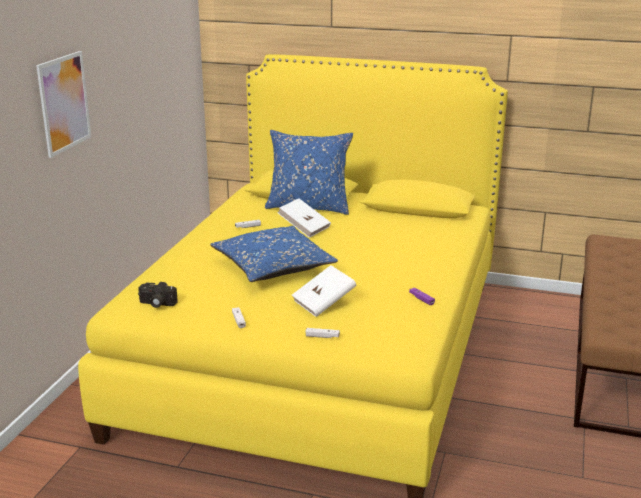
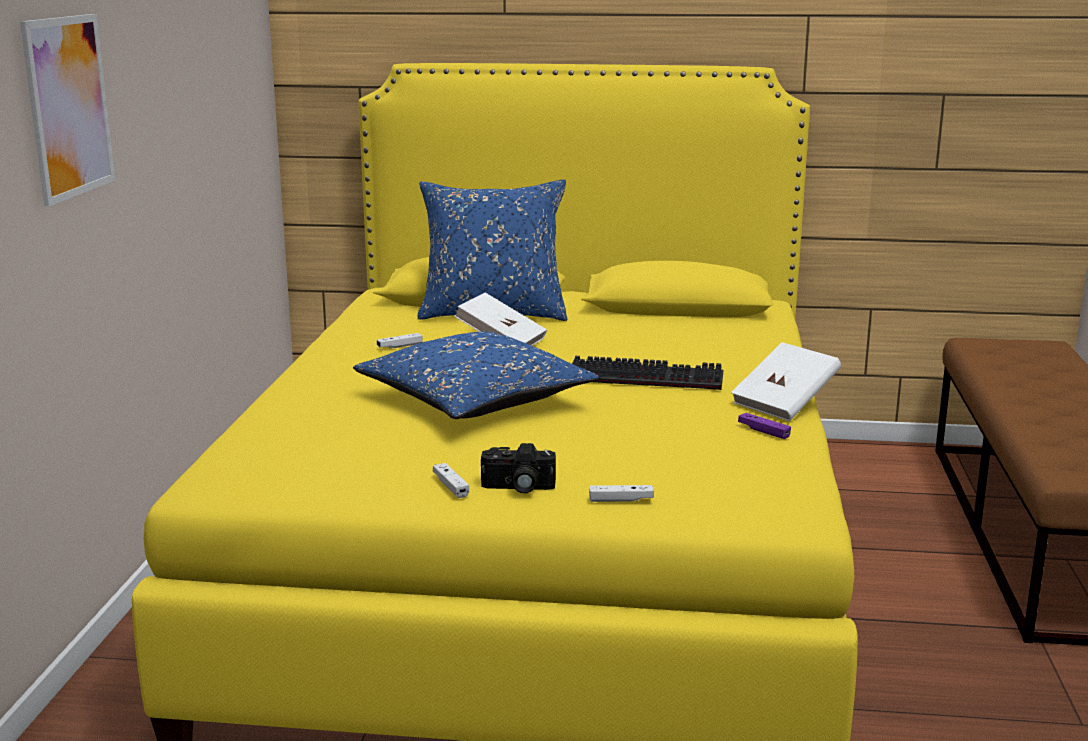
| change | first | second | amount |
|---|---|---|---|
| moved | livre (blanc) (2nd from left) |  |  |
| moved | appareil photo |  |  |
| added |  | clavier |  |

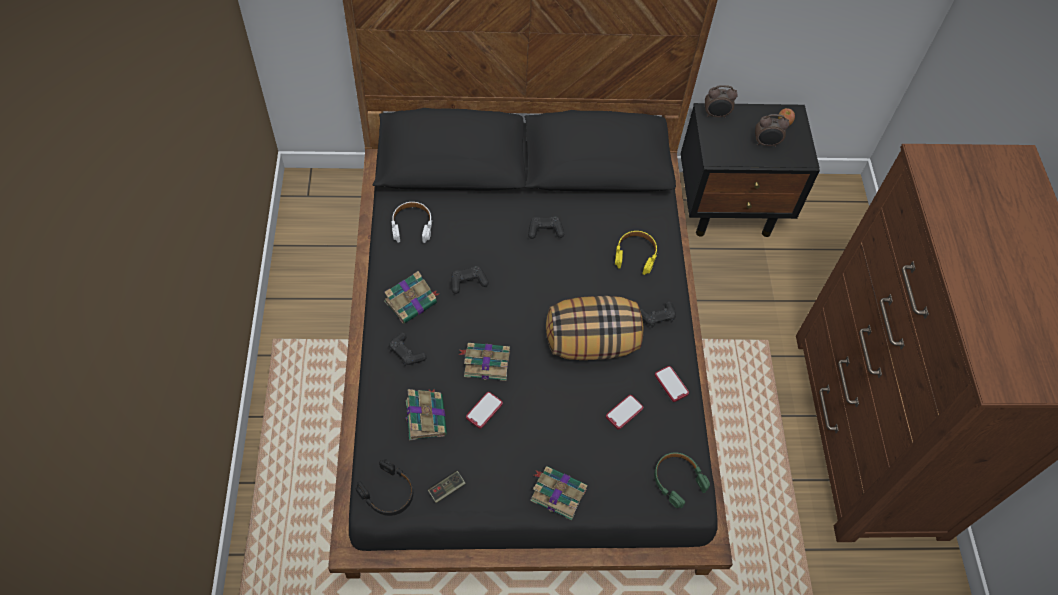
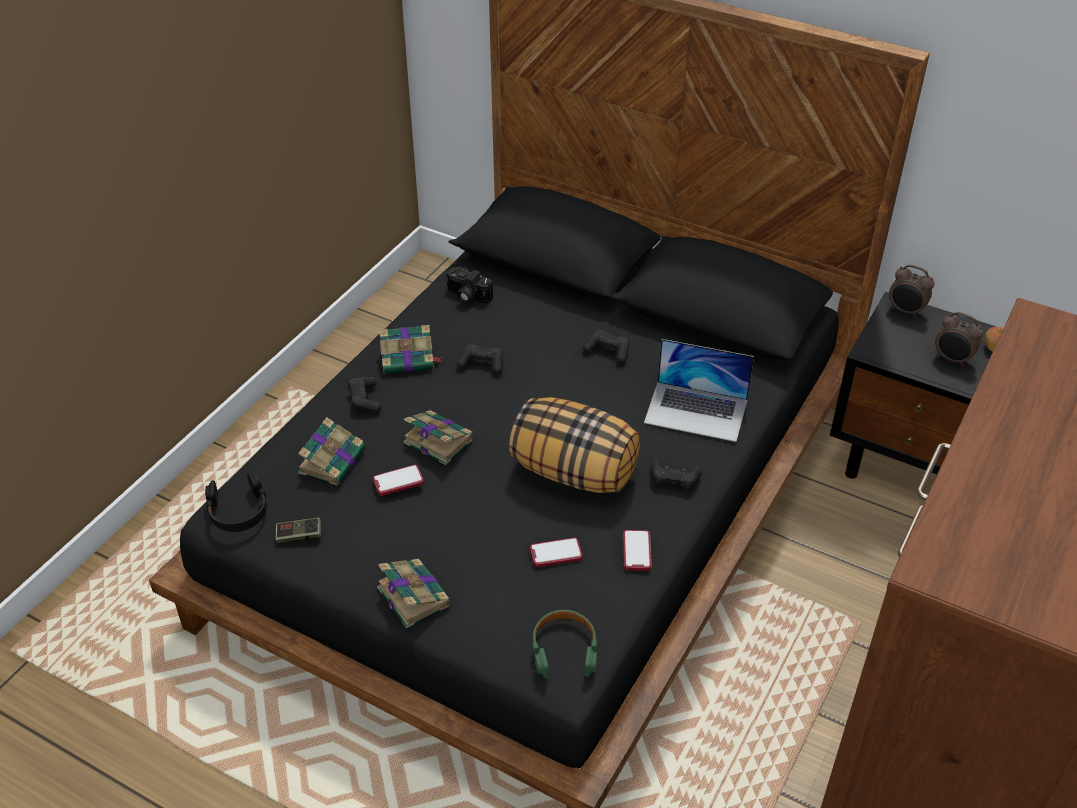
| change | first | second | amount |
|---|---|---|---|
| replaced | casque audio (blanc) | appareil photo |  |
| replaced | casque audio (jaune) | ordinateur portable |  |

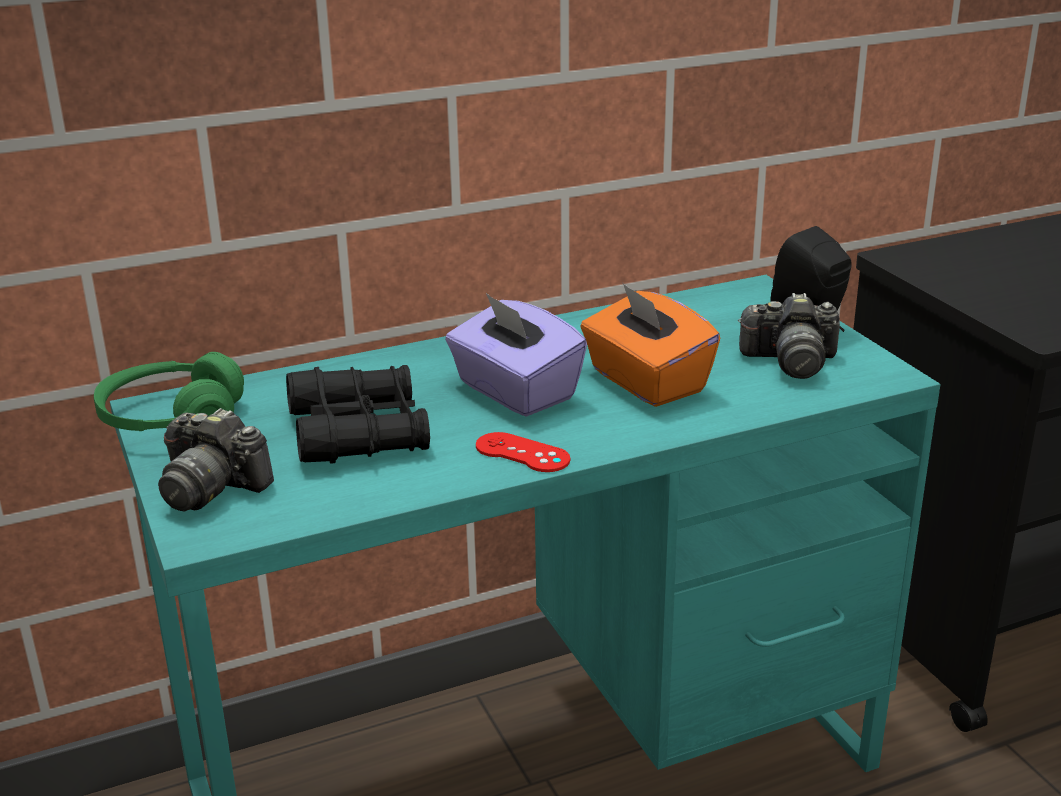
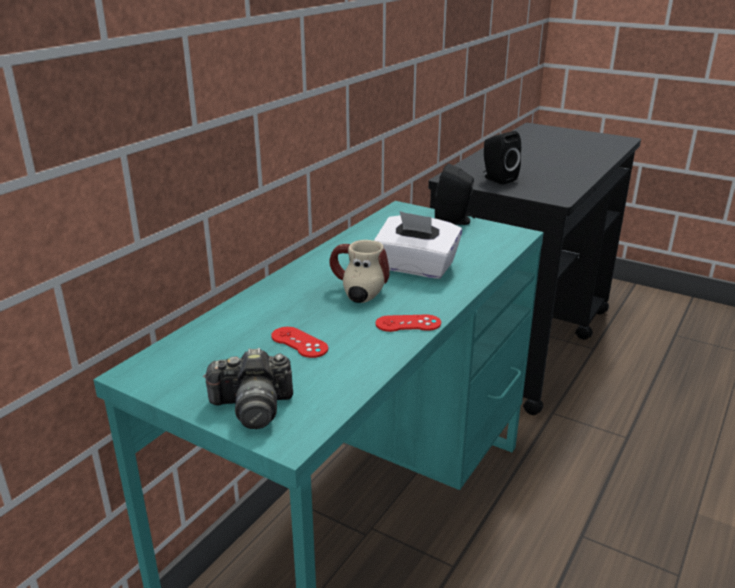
| change | first | second | amount |
|---|---|---|---|
| recoloured | boîte à mouchoirs (orange) | boîte à mouchoirs (blanc) |  |
| replaced | boîte à mouchoirs (violet) | mug |  |
| removed | appareil photo (2nd from left) |  |  |
| removed | casque audio (vert) |  |  |
| replaced | jumelles (noir) | manette (rouge) (1st from left) |  |
| added |  | enceinte (noir) (2nd from left) |  |

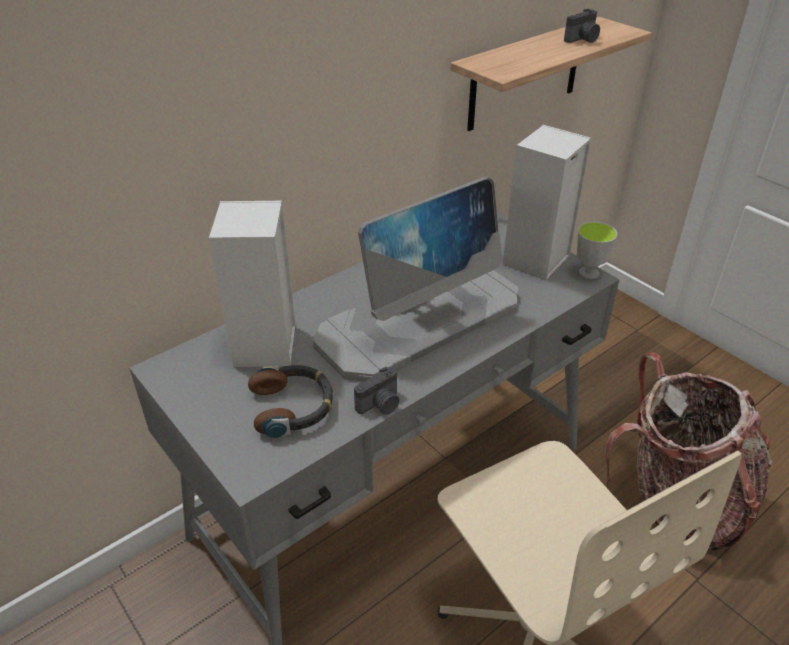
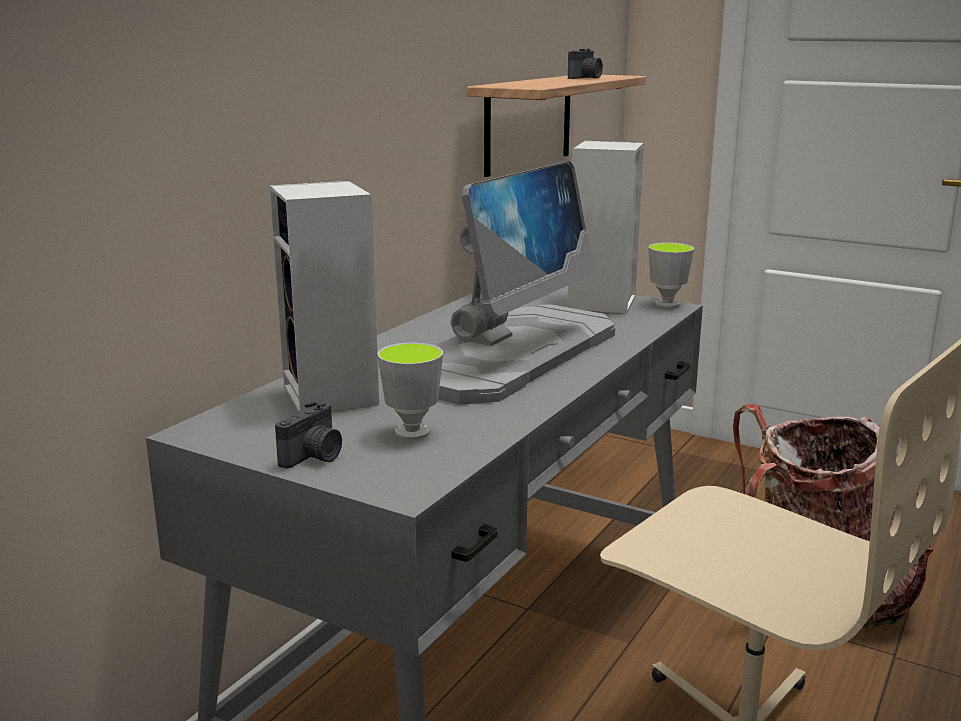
| change | first | second | amount |
|---|---|---|---|
| replaced | casque audio | tasse (1st from left) |  |
| moved | appareil photo (1st from left) |  |  |

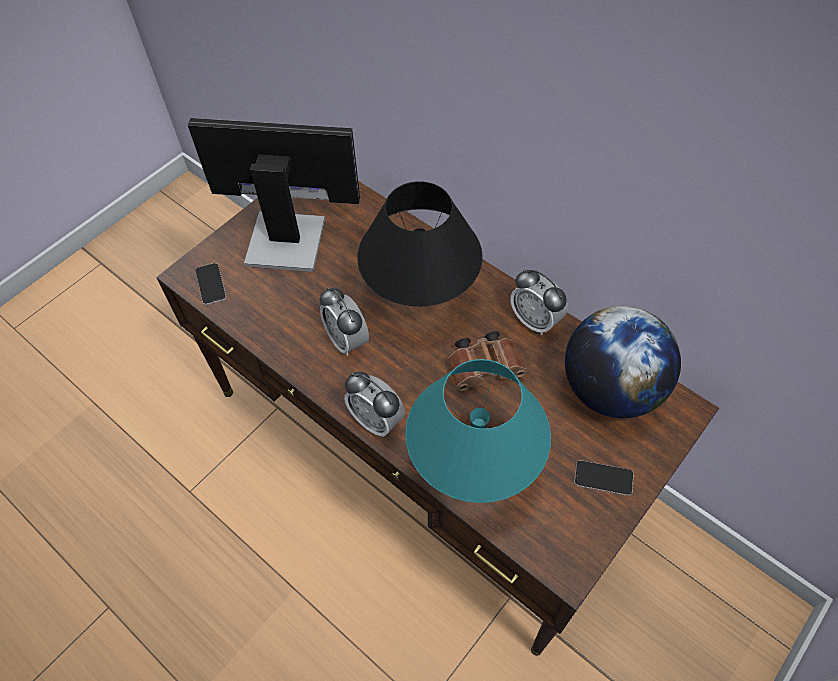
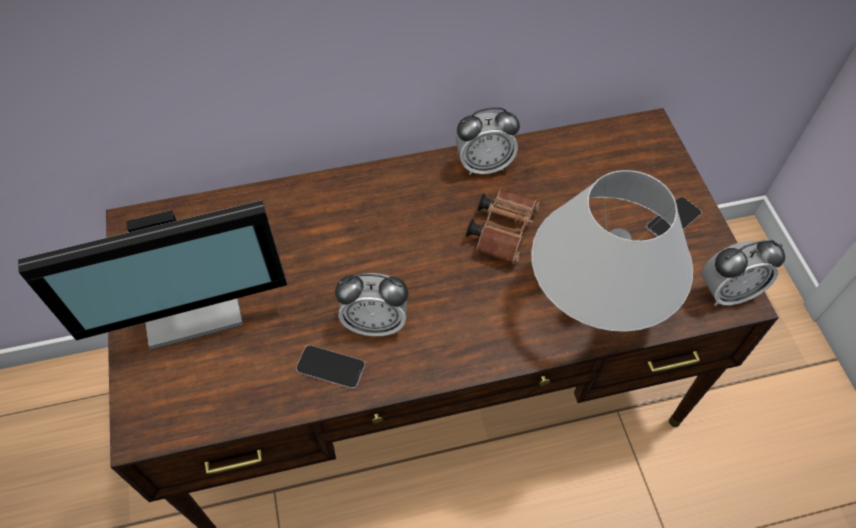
| change | first | second | amount |
|---|---|---|---|
| turned | écran d'ordinateur |  | 150 degrees counterclockwise |
| removed | lampe de table (noir) |  |  |
| moved | téléphone (1st from left) |  |  |
| removed | globe |  |  |
| recoloured | lampe de table (turquoise) | lampe de table (blanc) |  |
| moved | réveil (2nd from left in the first image) | réveil (3rd from left) |  |

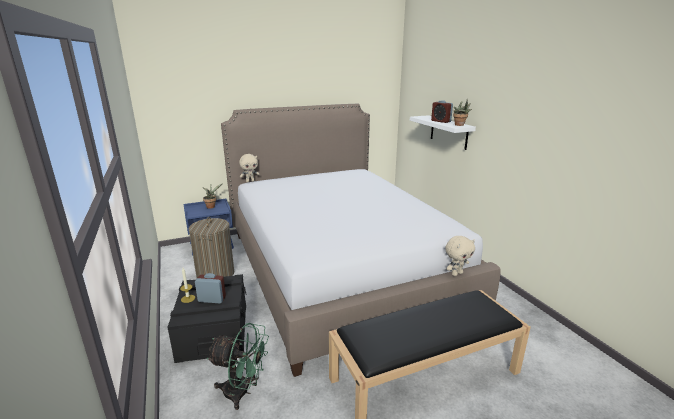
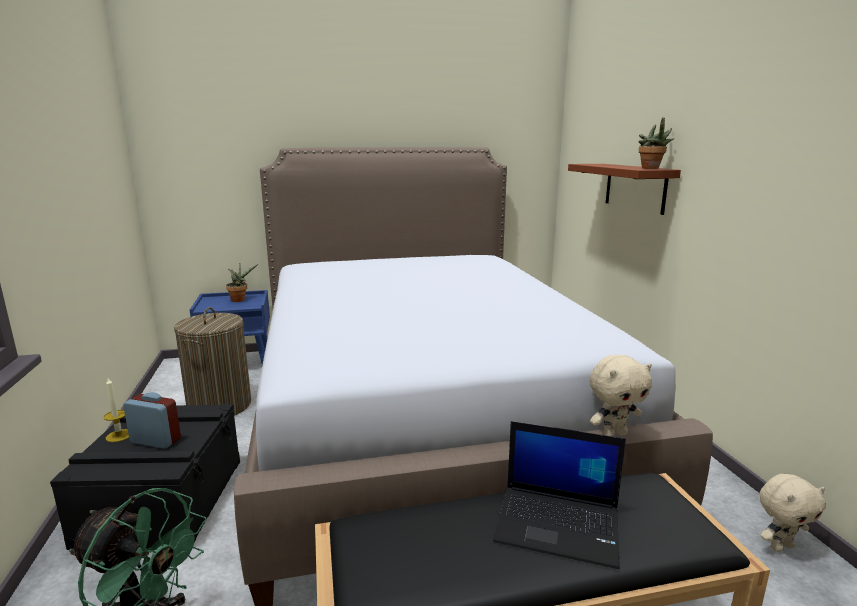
| change | first | second | amount |
|---|---|---|---|
| removed | réveil (2nd from left) |  |  |
| recoloured | étagère (blanc) | étagère (marron) |  |
| moved | peluche (beige) (1st from left in the first image) | peluche (beige) (2nd from left) |  |
| added |  | ordinateur portable |  |

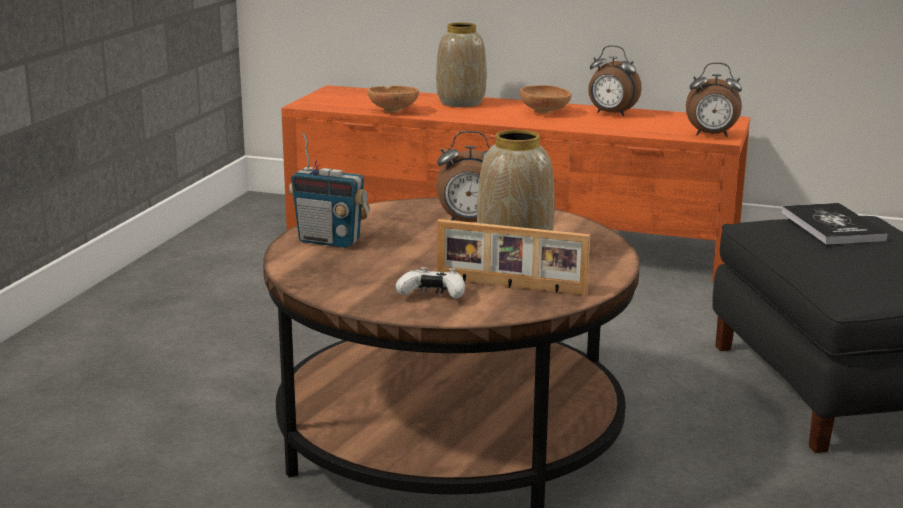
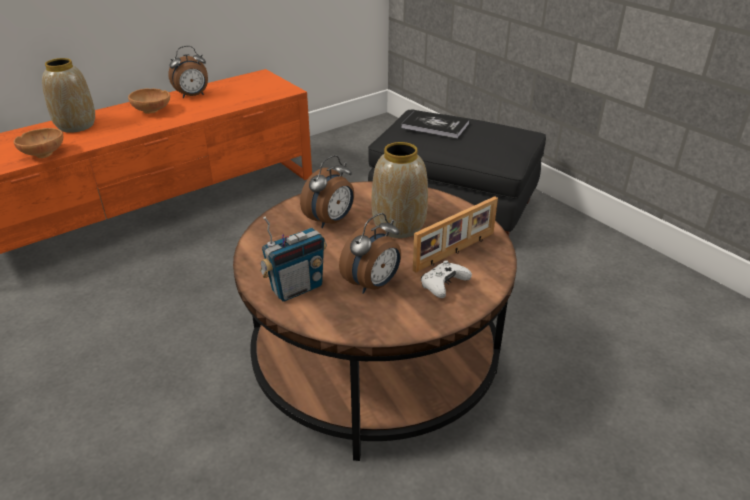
| change | first | second | amount |
|---|---|---|---|
| moved | réveil (3rd from left) |  |  |

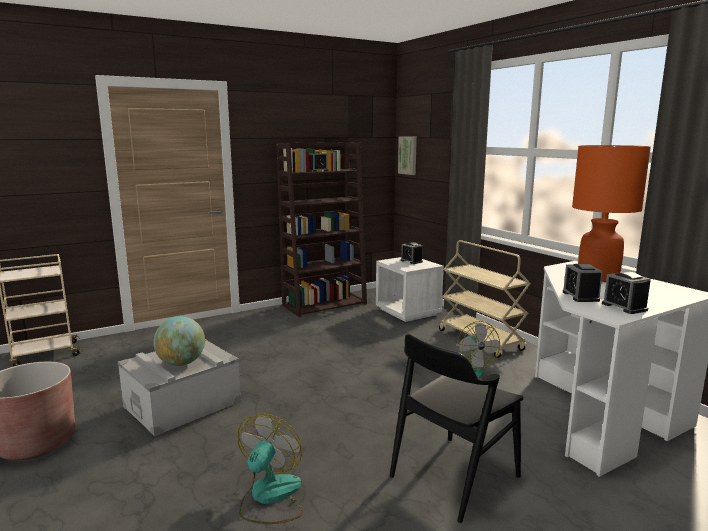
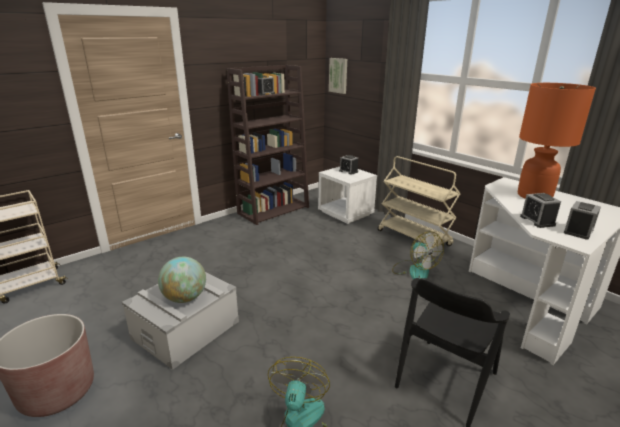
| change | first | second | amount |
|---|---|---|---|
| turned | réveil (4th from left) |  | 105 degrees counterclockwise |

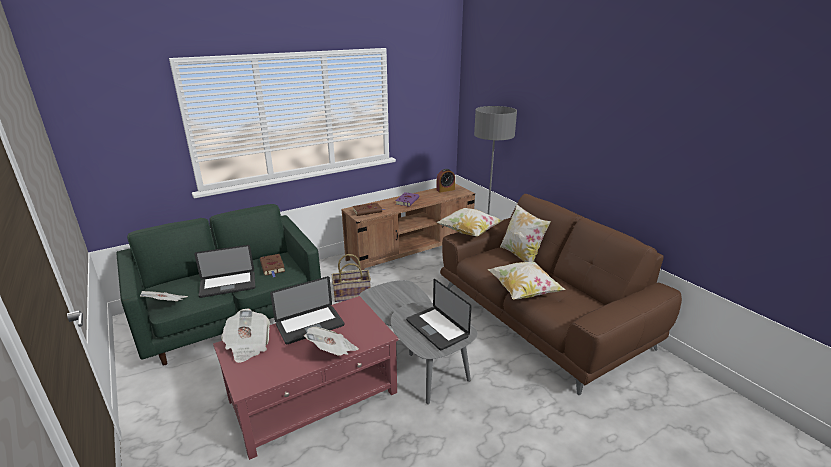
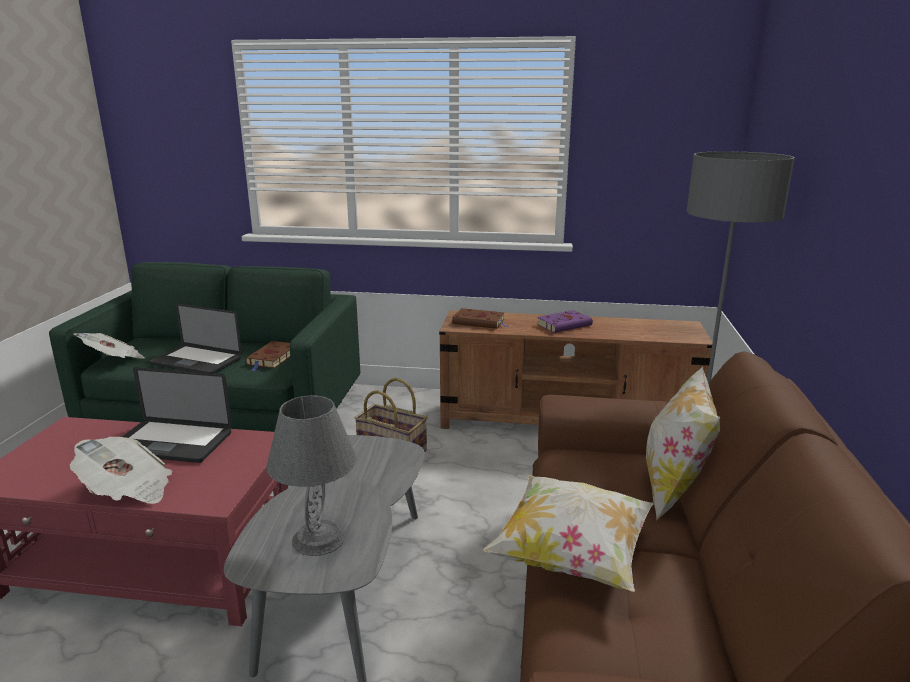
| change | first | second | amount |
|---|---|---|---|
| removed | réveil |  |  |
| removed | coussin (1st from left) |  |  |
| replaced | ordinateur portable (3rd from left) | lampe de table (gris) |  |
| removed | journal (2nd from left) |  |  |

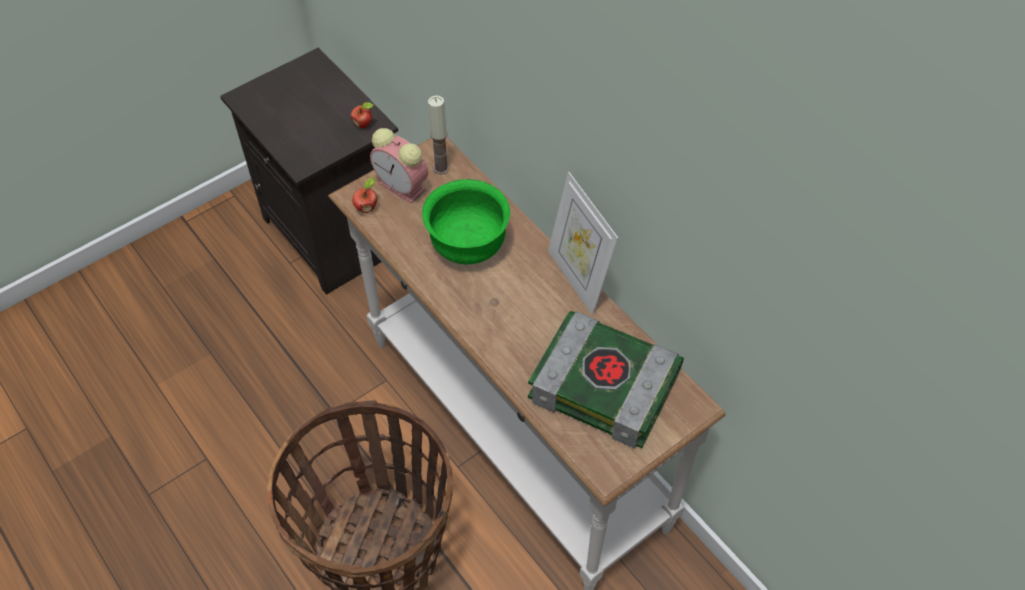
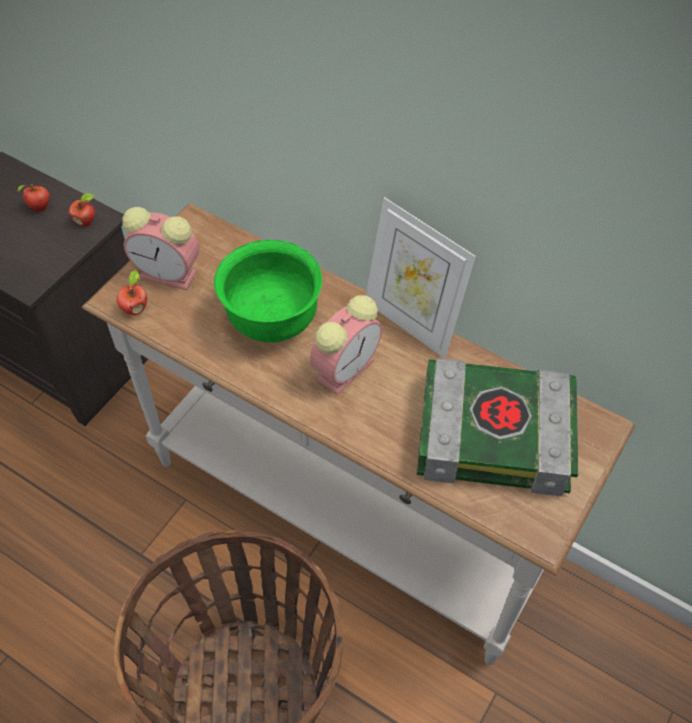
| change | first | second | amount |
|---|---|---|---|
| removed | bougie |  |  |
| added |  | pomme (1st from left) |  |
| added |  | réveil (2nd from left) |  |

